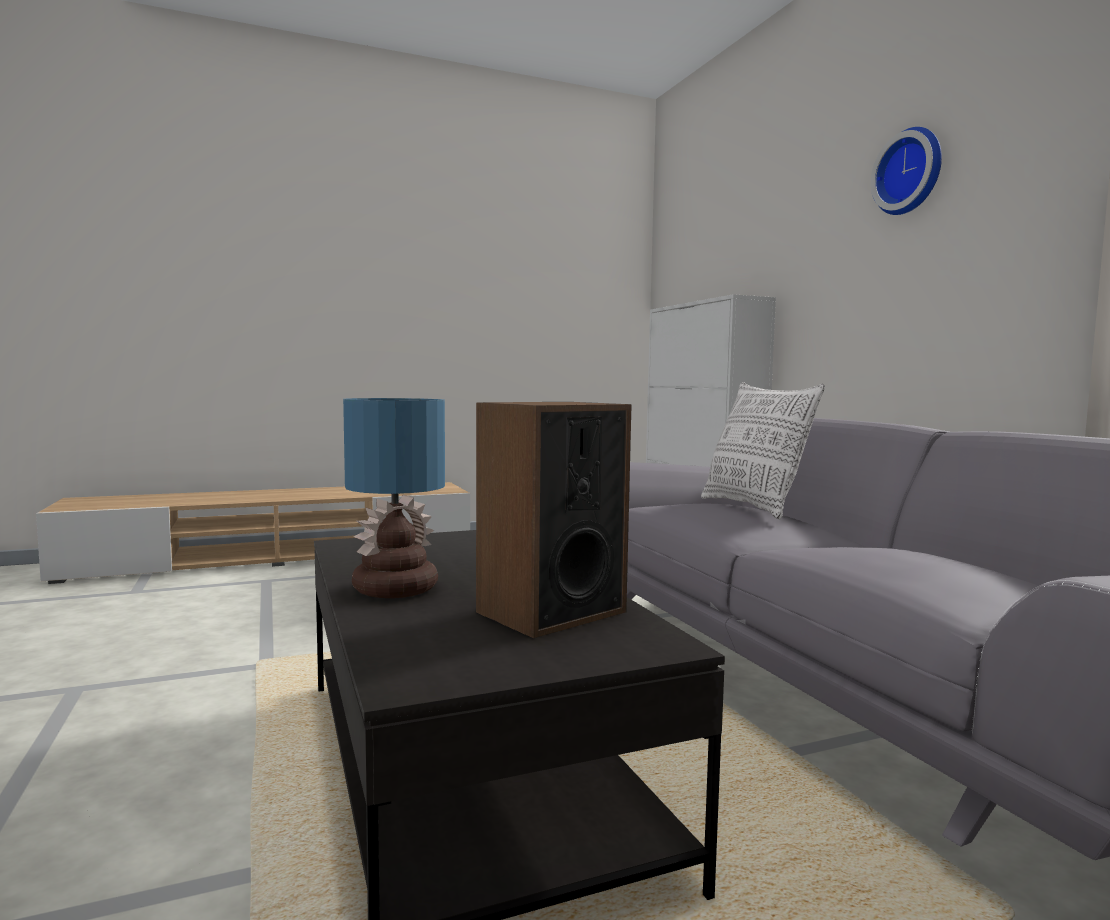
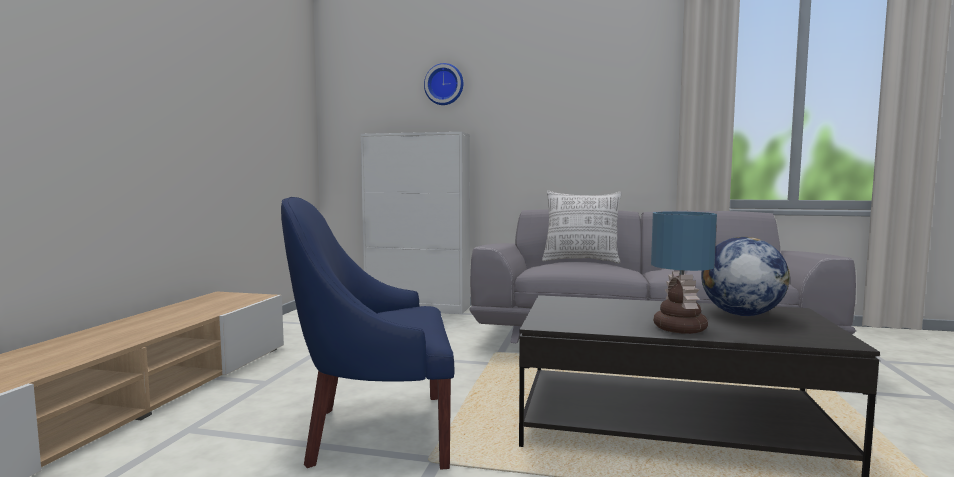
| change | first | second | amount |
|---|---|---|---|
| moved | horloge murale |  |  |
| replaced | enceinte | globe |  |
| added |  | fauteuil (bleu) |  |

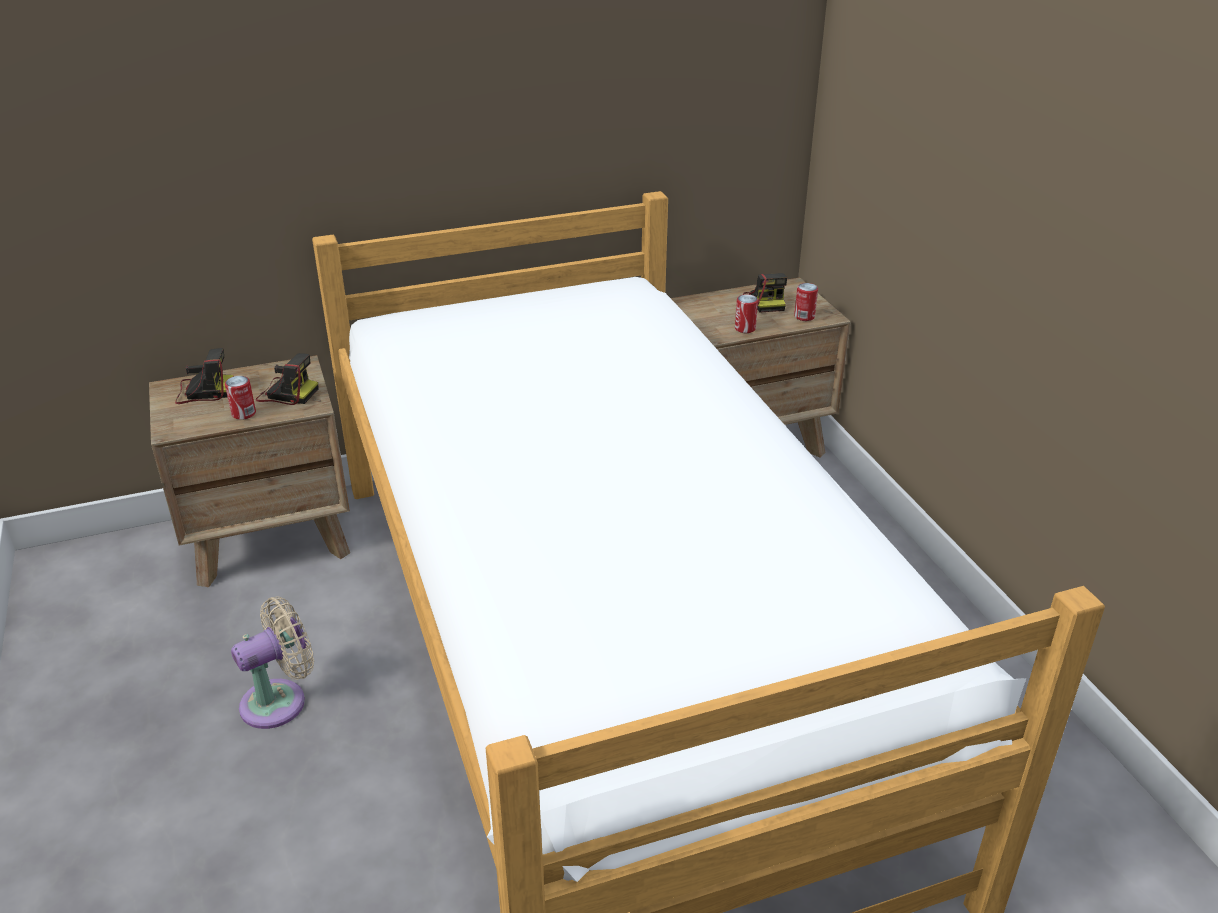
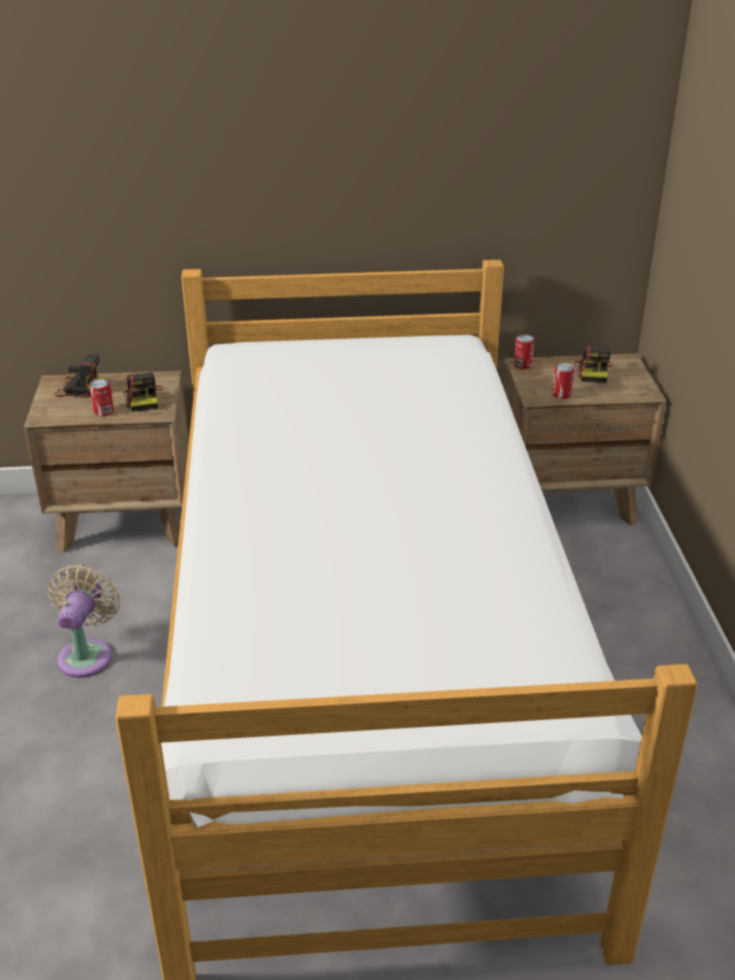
| change | first | second | amount |
|---|---|---|---|
| moved | boîte métallique (3rd from left in the first image) | boîte métallique (2nd from left) |  |
| turned | appareil photo (2nd from left) |  | 45 degrees clockwise |
| turned | ventilateur (beige) |  | 60 degrees counterclockwise |

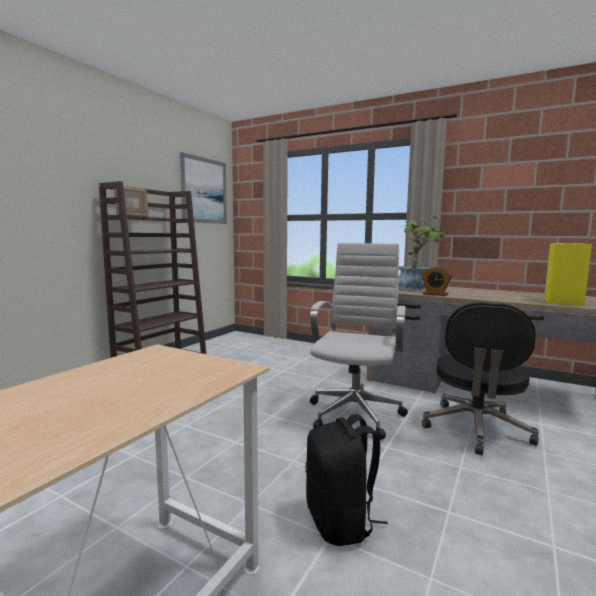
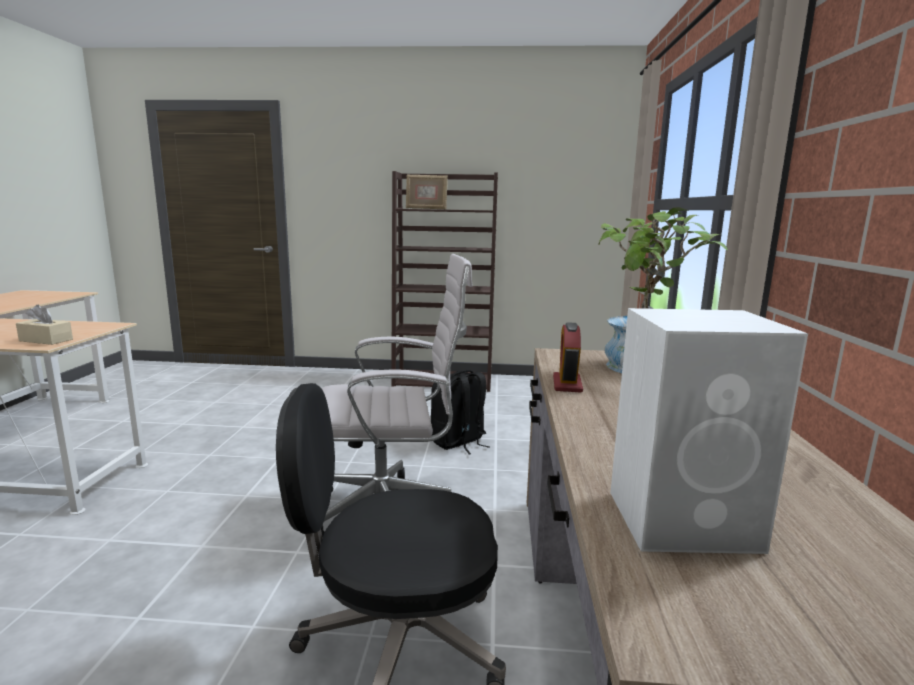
| change | first | second | amount |
|---|---|---|---|
| removed | tableau |  |  |
| recoloured | enceinte (jaune) | enceinte (blanc) |  |
| moved | sac à dos (noir) |  |  |
| added |  | boîte à mouchoirs (beige) |  |

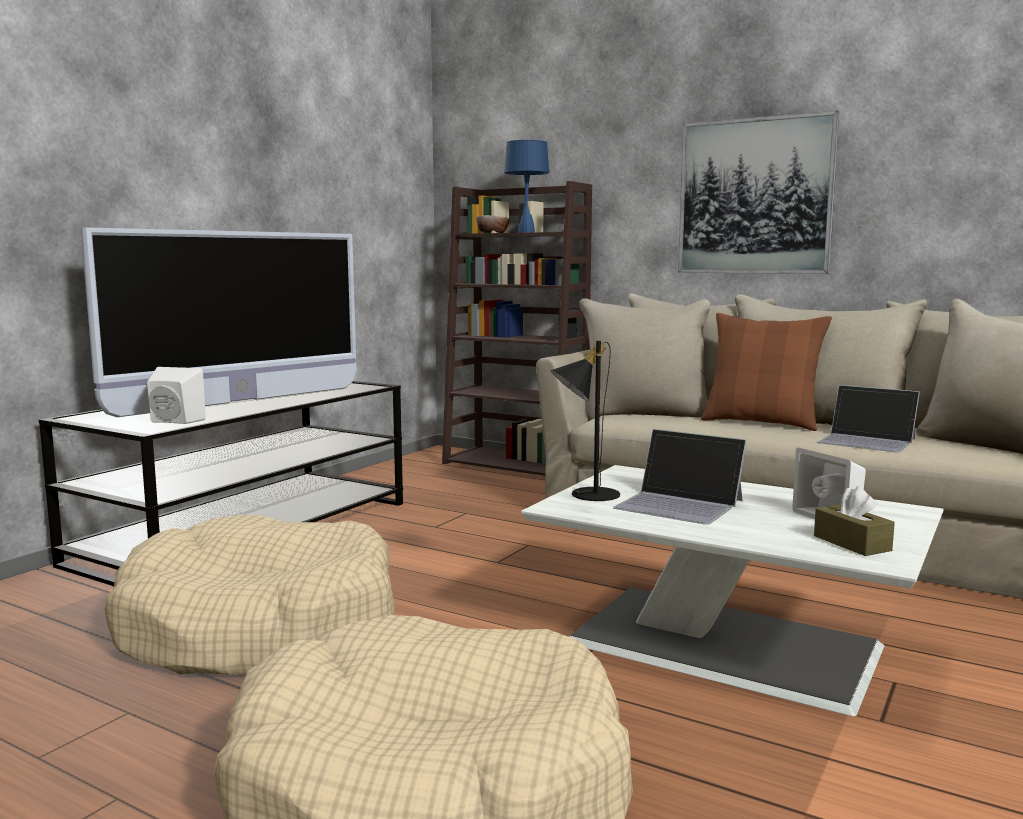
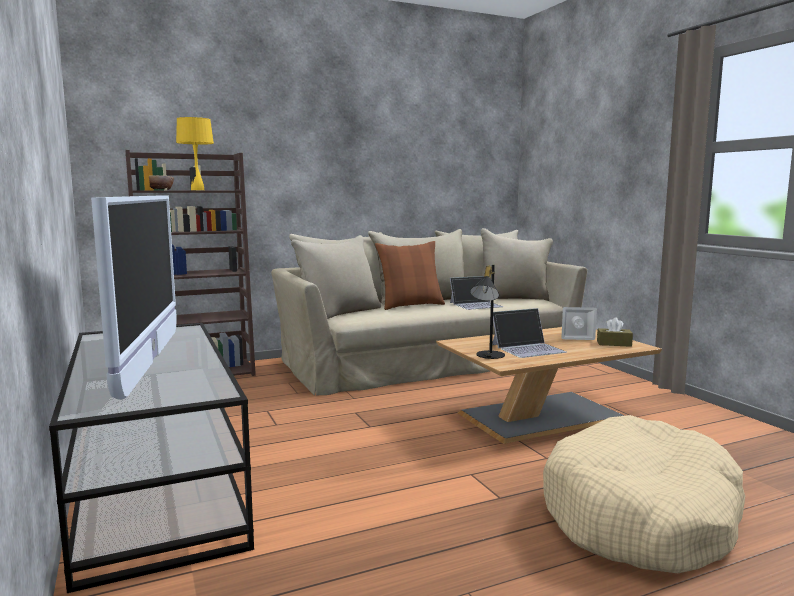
| change | first | second | amount |
|---|---|---|---|
| removed | tableau |  |  |
| recoloured | lampe de table (bleu) | lampe de table (jaune) |  |
| removed | enceinte (blanc) (1st from left) |  |  |
| recoloured | table basse (blanc) | table basse (marron) |  |
| removed | panier pour chien (beige) (1st from left) |  |  |

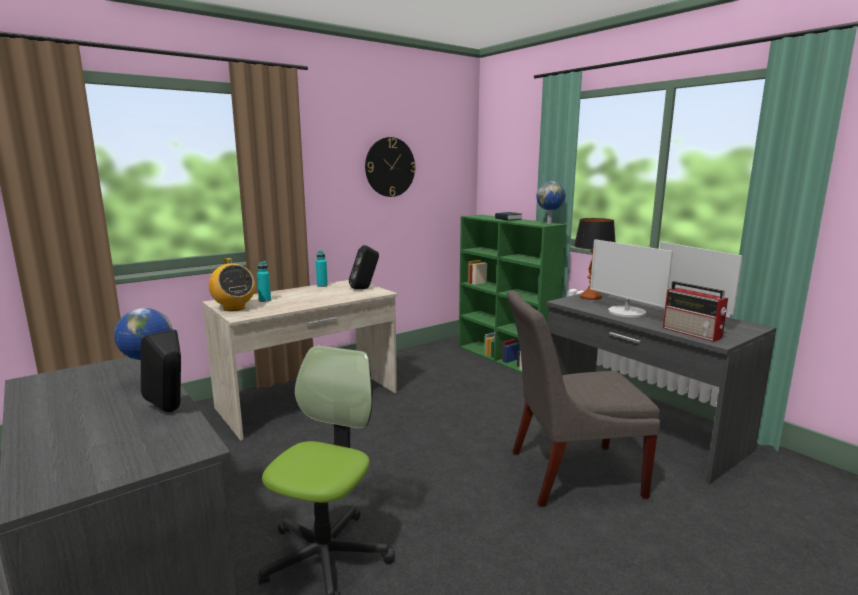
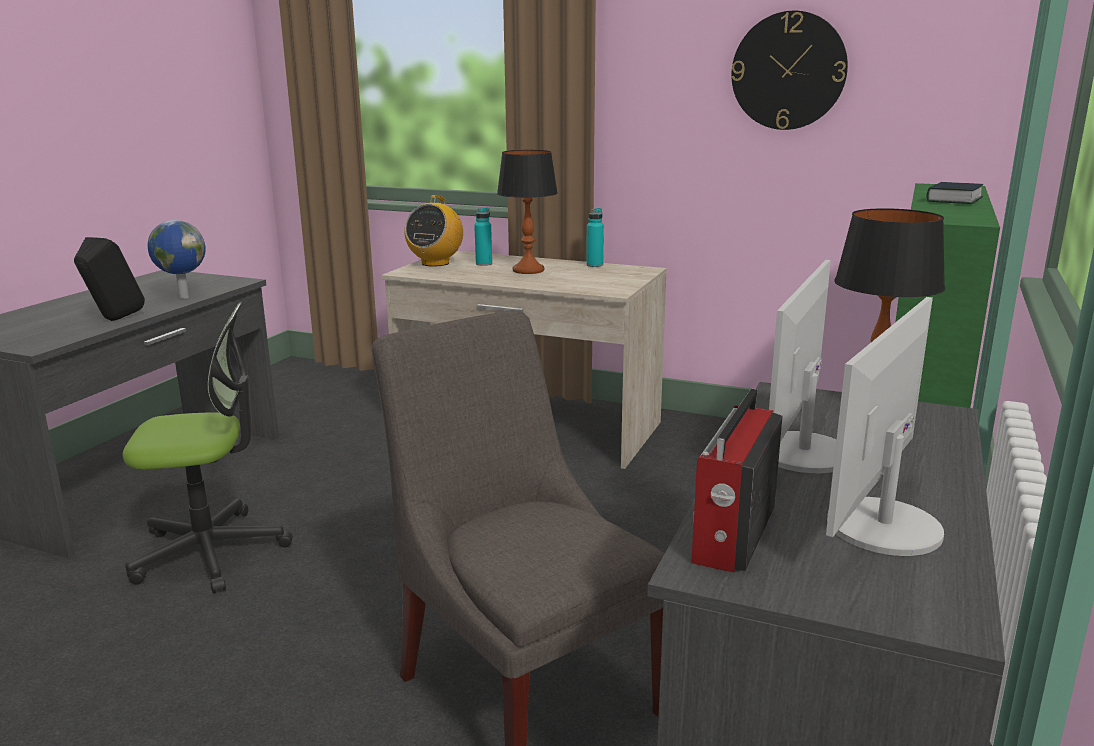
| change | first | second | amount |
|---|---|---|---|
| removed | globe (2nd from left) |  |  |
| removed | enceinte (noir) (2nd from left) |  |  |
| added |  | lampe de table (1st from left) |  |

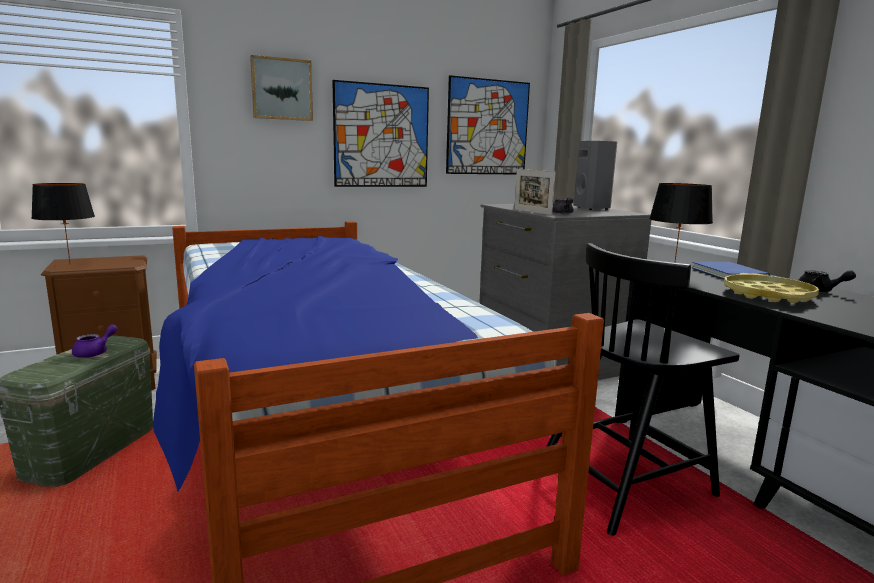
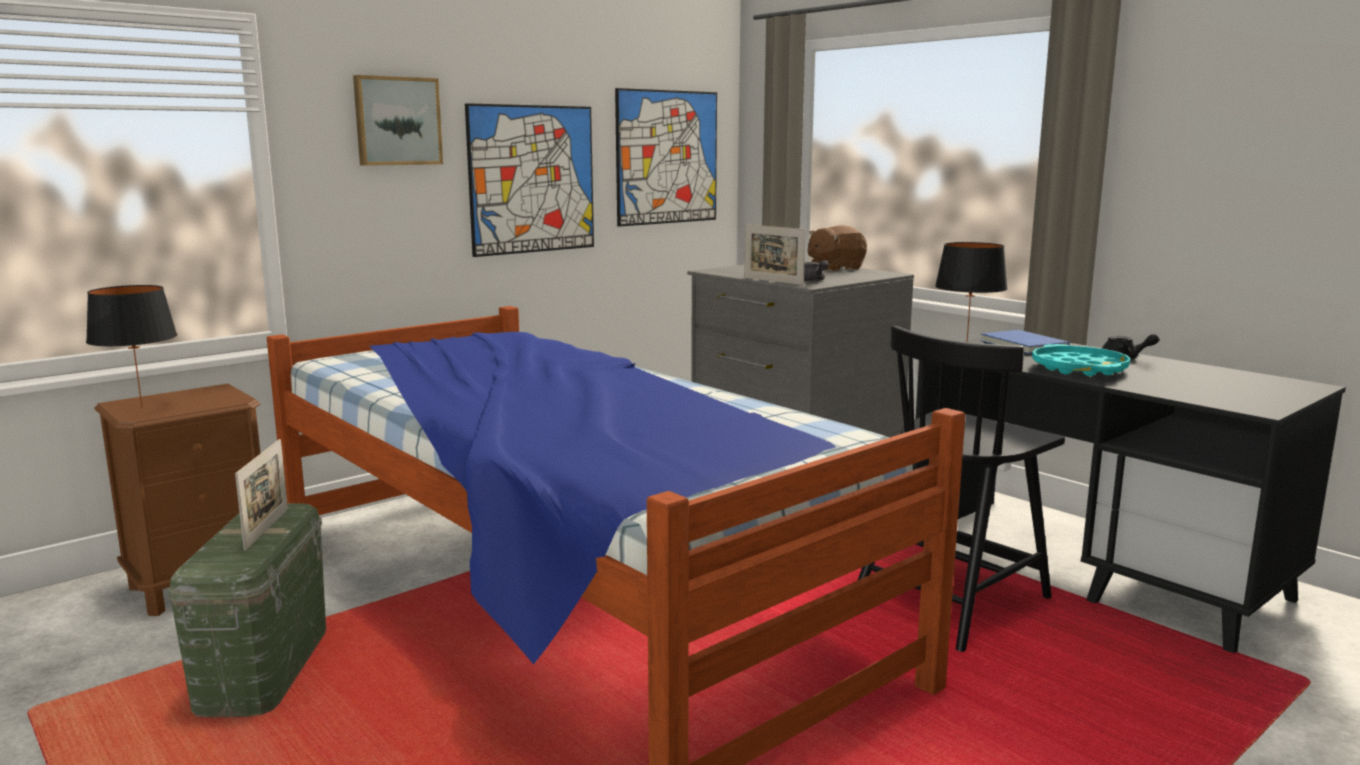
| change | first | second | amount |
|---|---|---|---|
| replaced | enceinte (gris) | peluche (marron) |  |
| recoloured | plateau (jaune) | plateau (turquoise) |  |
| replaced | théière (violet) | cadre photo (1st from left) |  |

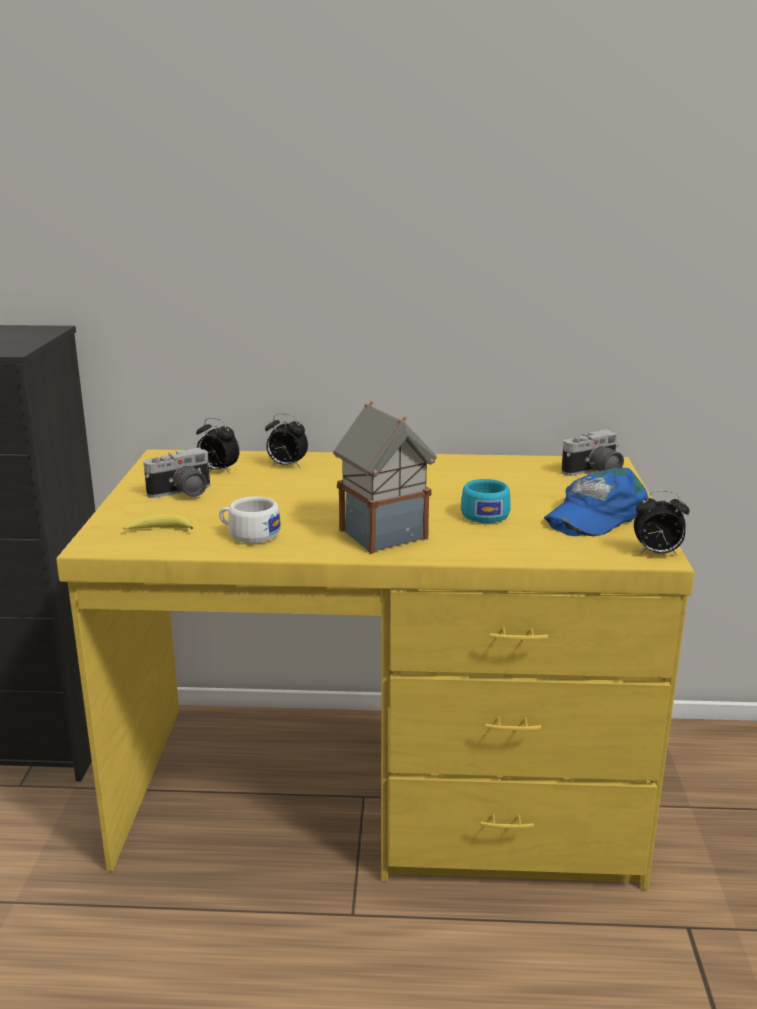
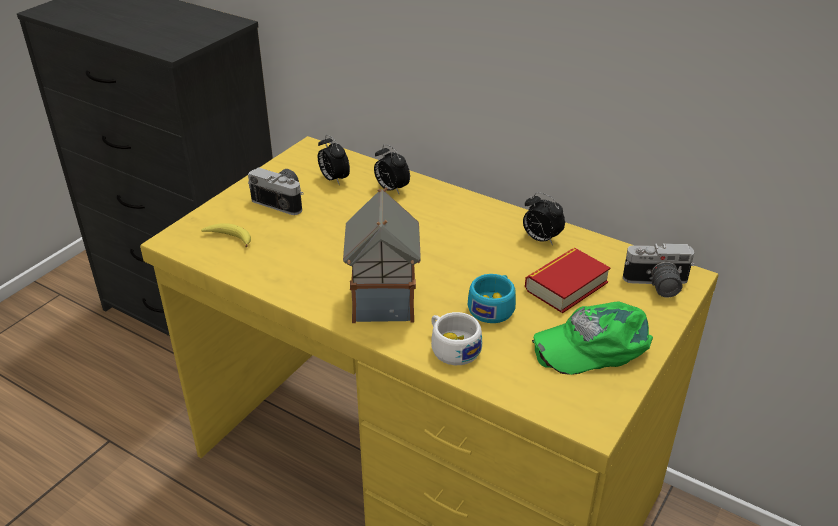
| change | first | second | amount |
|---|---|---|---|
| turned | appareil photo (1st from left) |  | 150 degrees counterclockwise |
| recoloured | casquette (bleu) | casquette (vert) |  |
| moved | réveil (3rd from left) |  |  |
| moved | tasse (blanc) |  |  |
| added |  | livre |  |

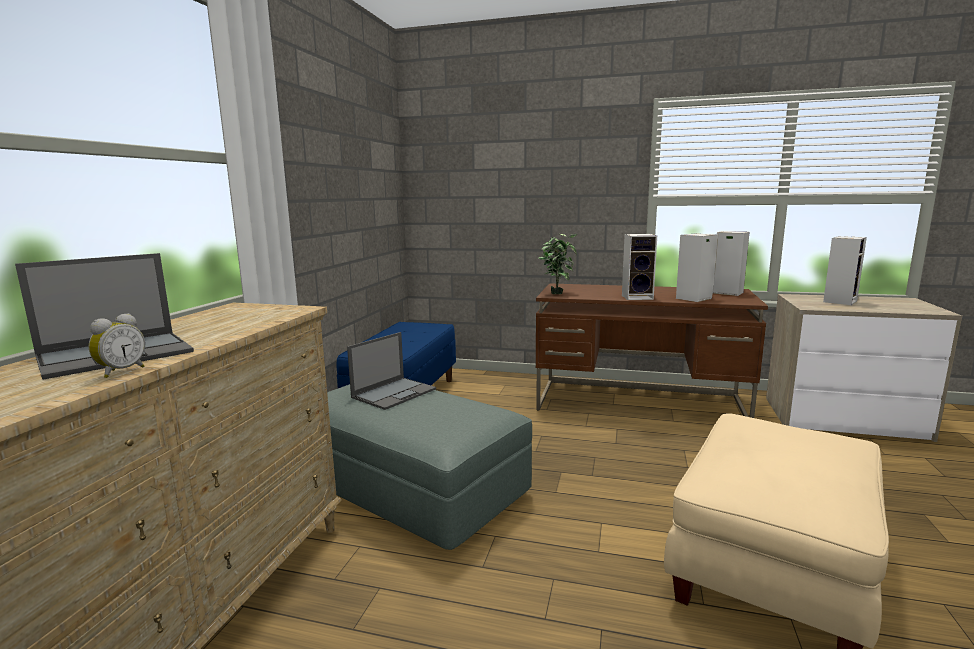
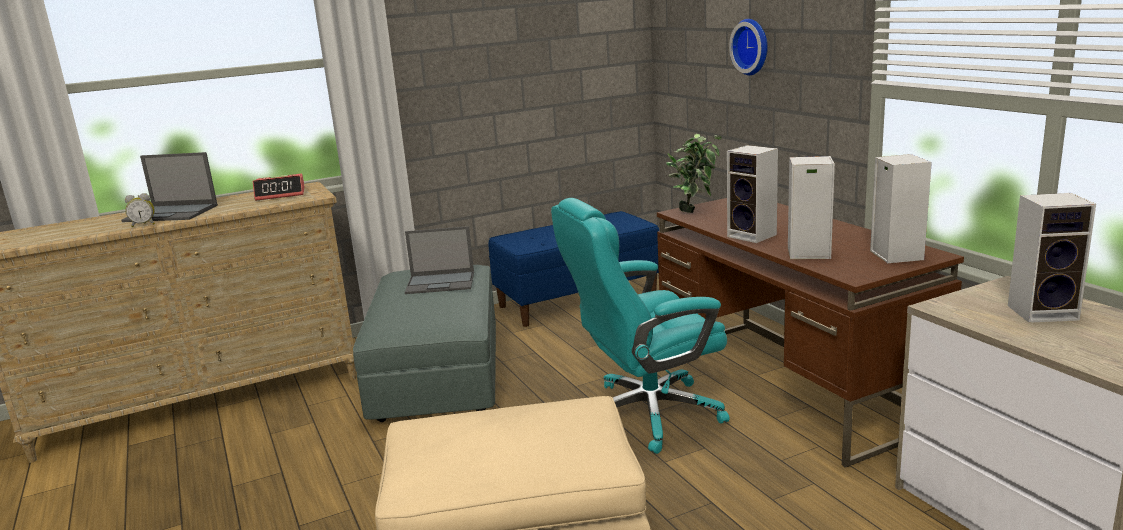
| change | first | second | amount |
|---|---|---|---|
| added |  | horloge murale |  |
| added |  | réveil (2nd from left) |  |
| added |  | chaise de bureau (turquoise) |  |

